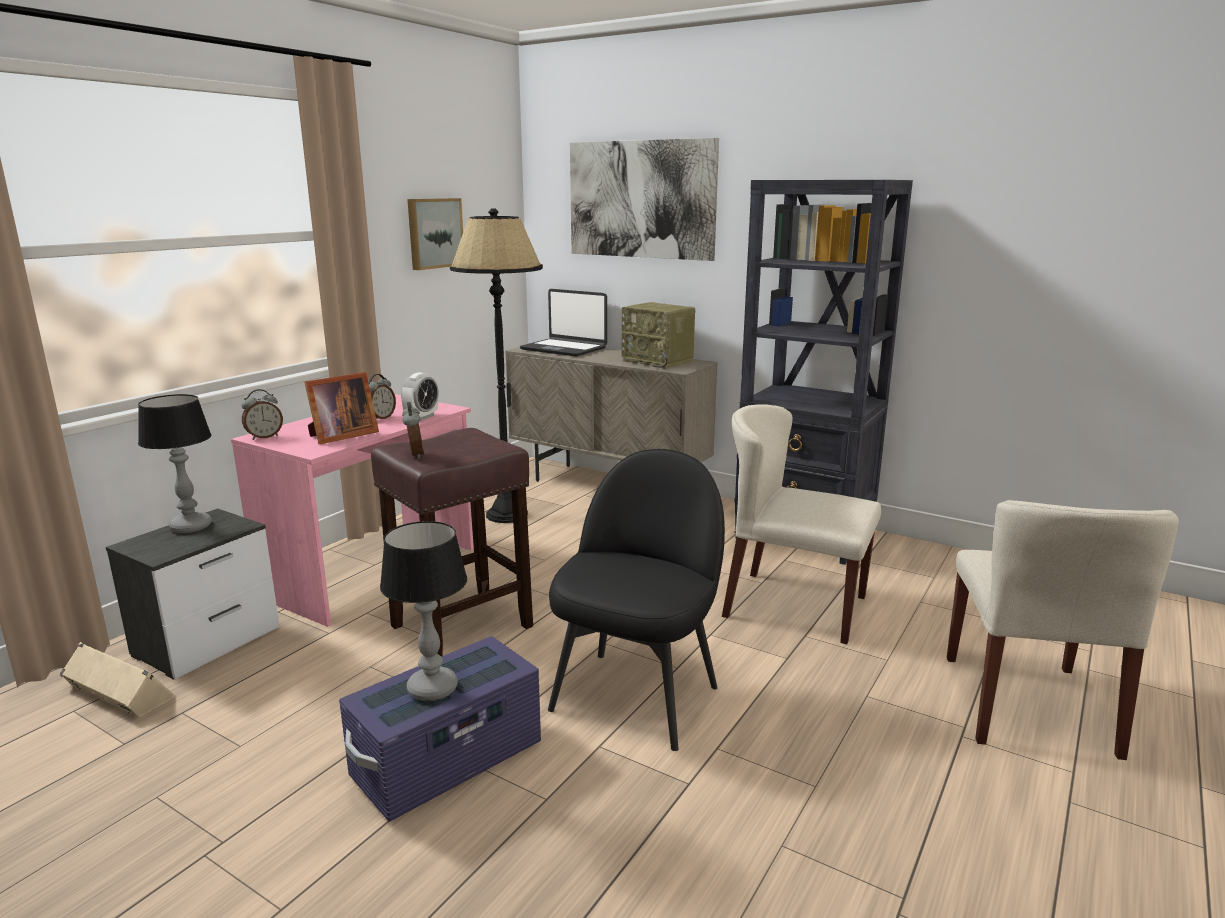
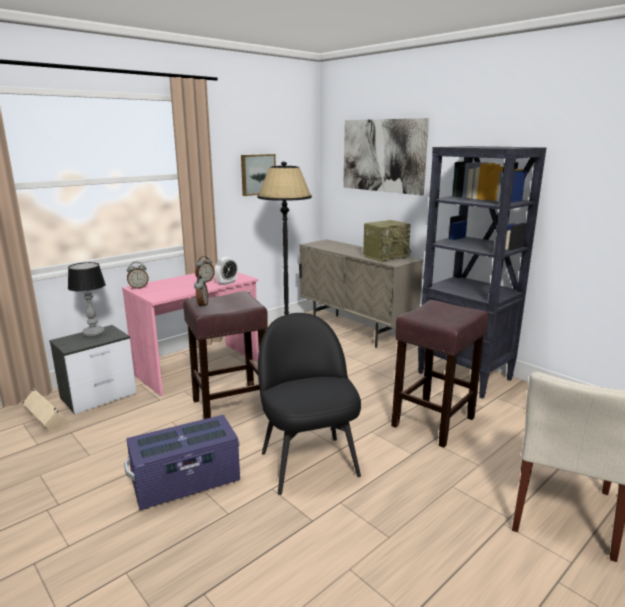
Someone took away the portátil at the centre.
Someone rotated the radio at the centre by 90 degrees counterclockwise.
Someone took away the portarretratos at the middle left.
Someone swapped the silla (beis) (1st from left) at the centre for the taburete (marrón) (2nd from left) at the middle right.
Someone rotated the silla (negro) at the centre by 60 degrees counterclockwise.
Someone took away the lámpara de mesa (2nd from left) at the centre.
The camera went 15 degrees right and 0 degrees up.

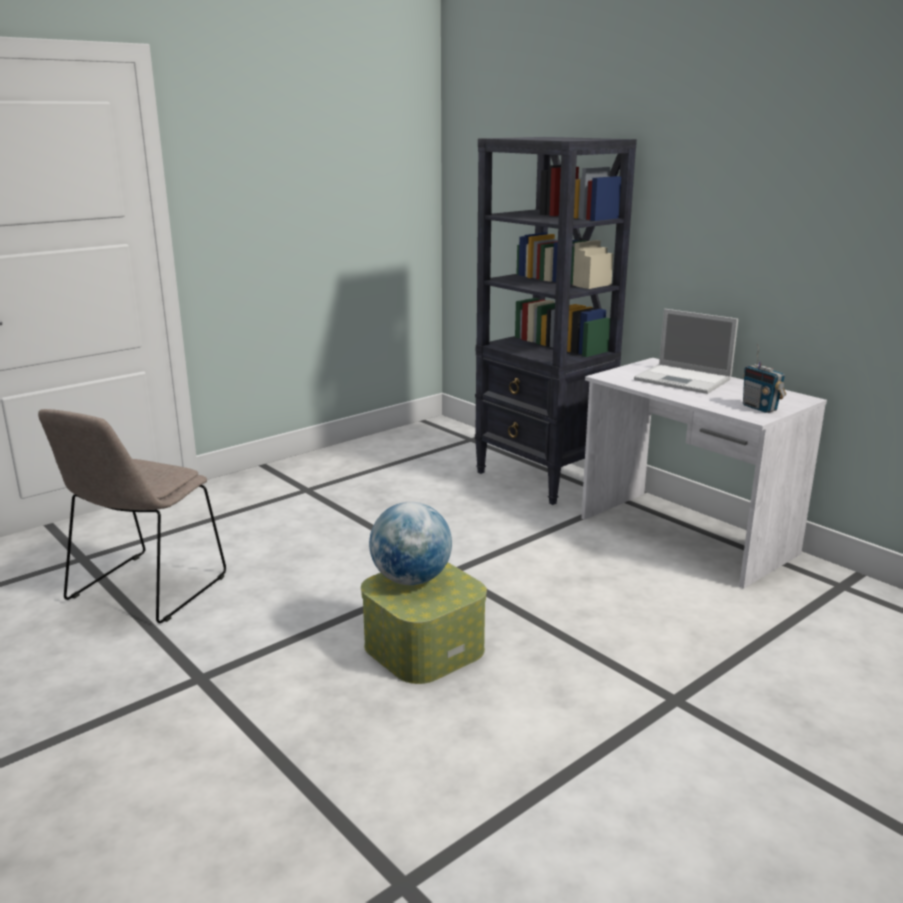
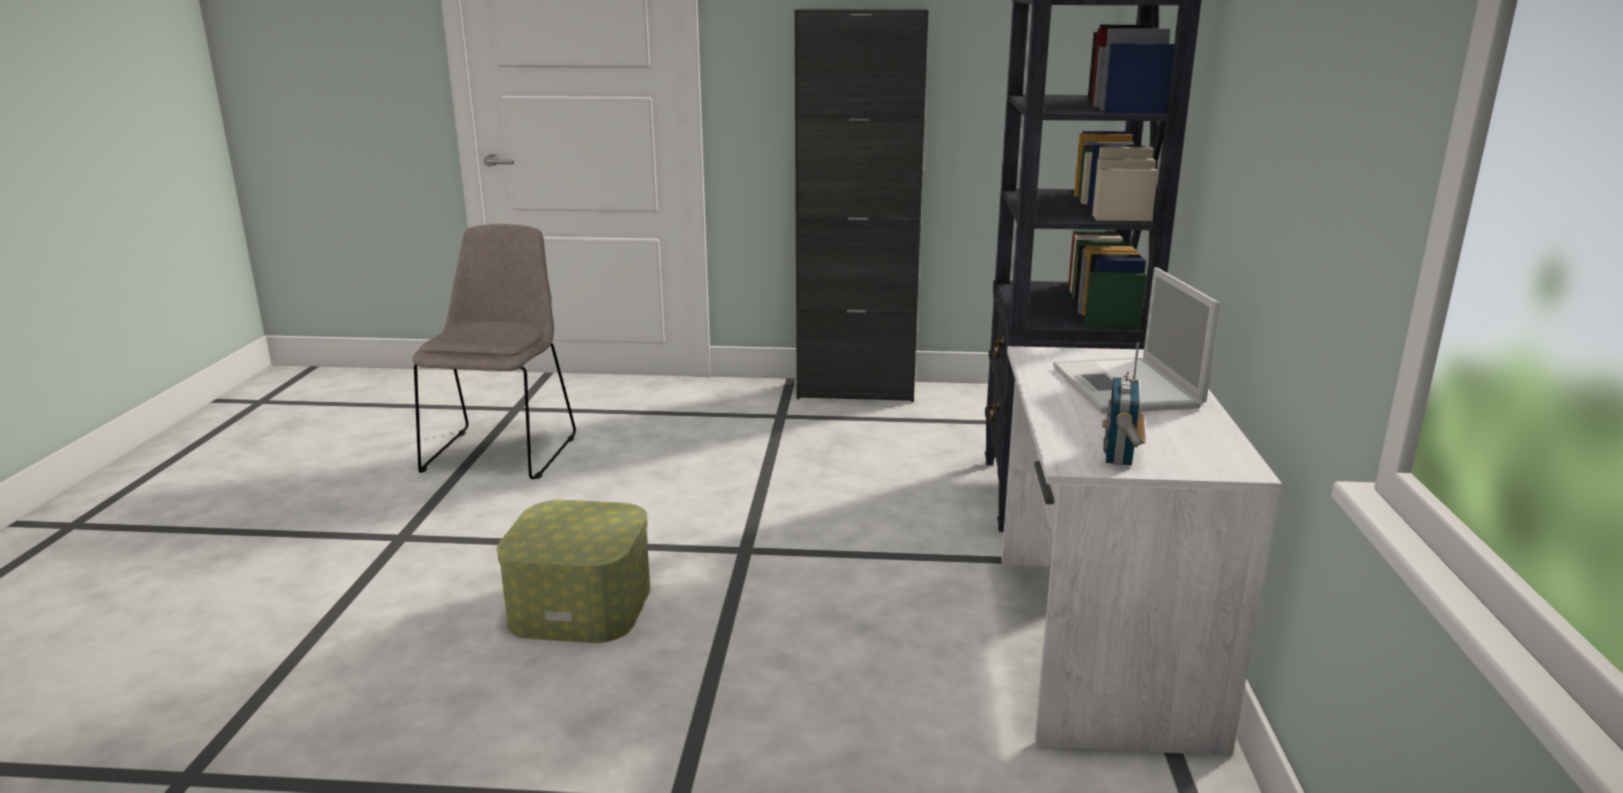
Someone rotated the silla (beis) at the middle left by 120 degrees clockwise.
Someone took away the globo terráqueo at the centre.
Someone put down the armario (negro) at the top centre.
The camera went 45 degrees right and 0 degrees up.

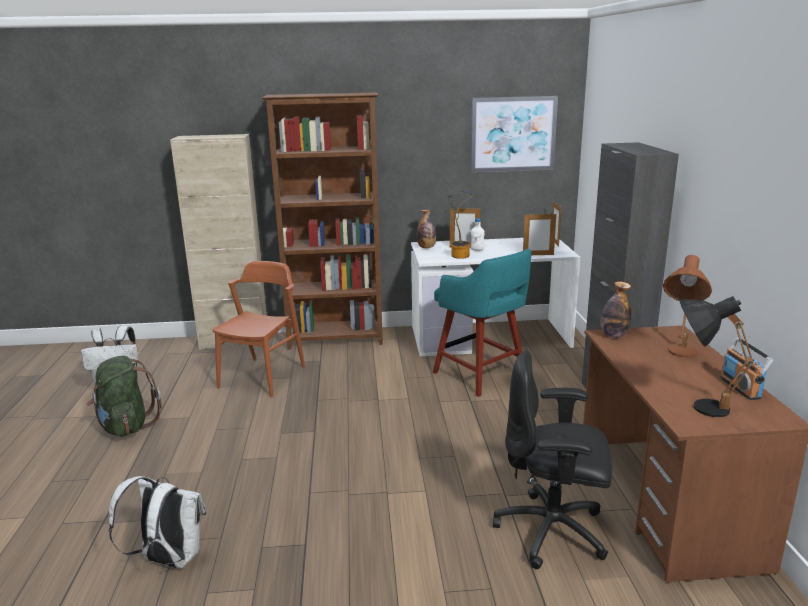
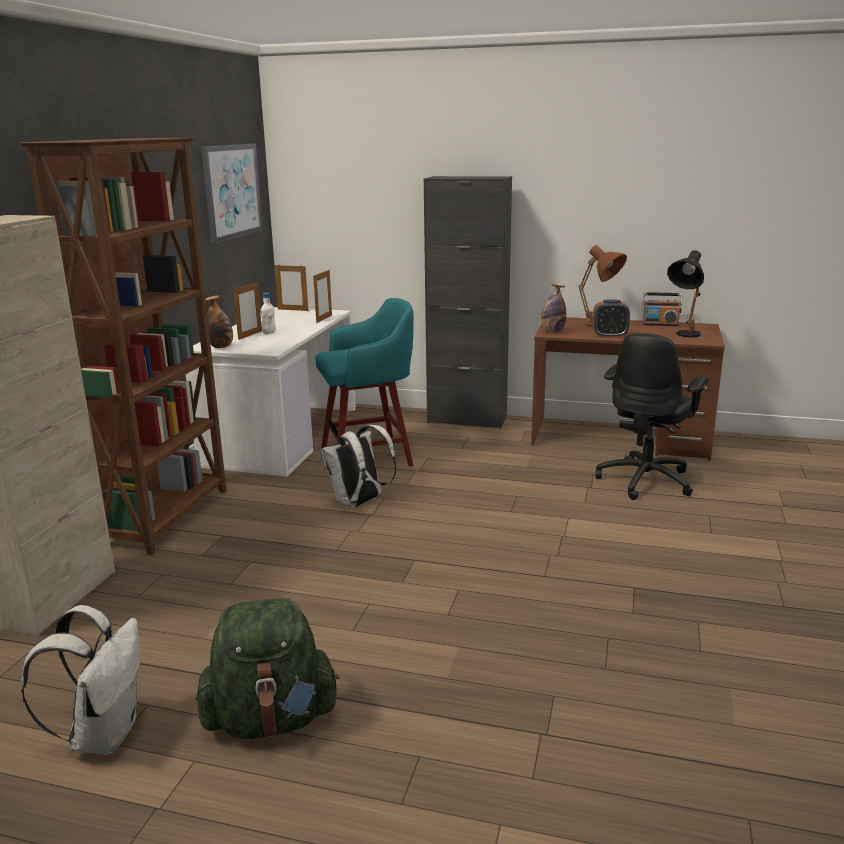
Someone took away the planta en maceta at the centre.
Someone took away the silla (marrón) at the middle left.
Someone carried the mochila (blanco) (2nd from left) from the bottom left to the centre.
Someone put down the despertador at the middle right.
The camera went 70 degrees left and 0 degrees up.

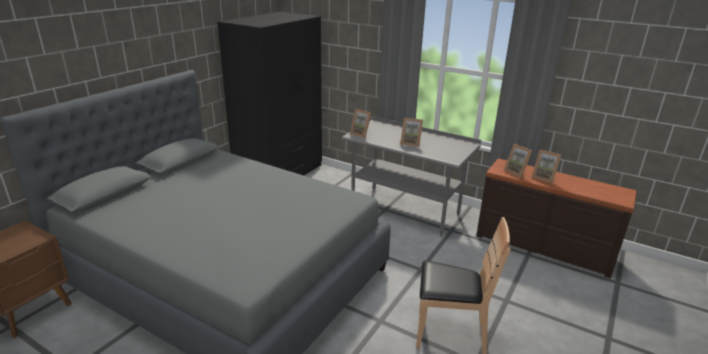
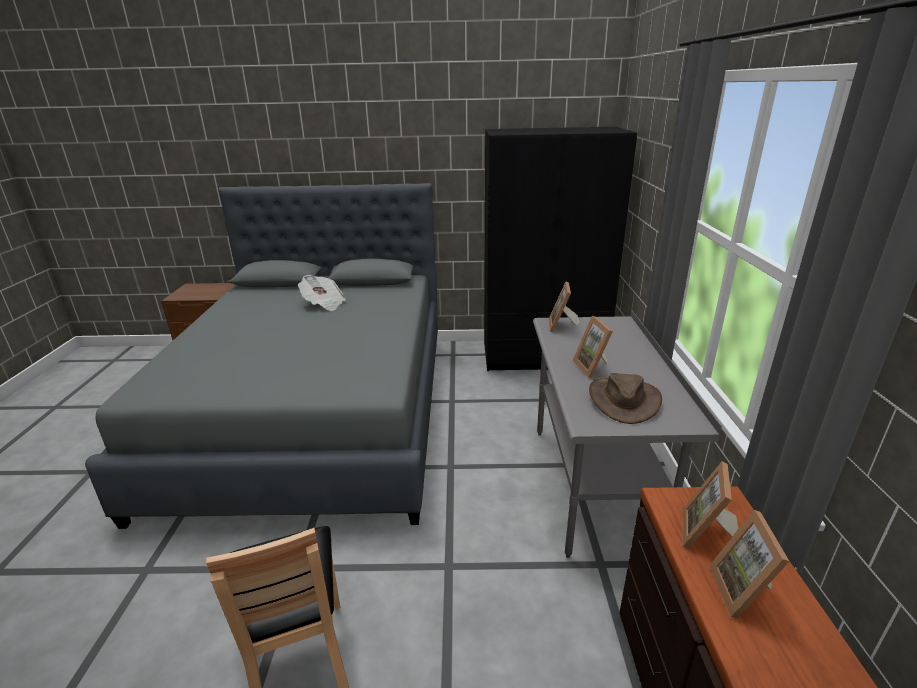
Someone put down the periódico at the centre.
Someone put down the sombrero (marrón) at the middle right.
The camera went 60 degrees right and 0 degrees up.

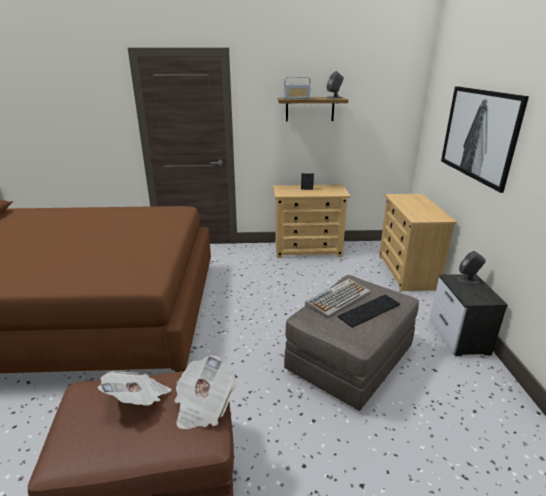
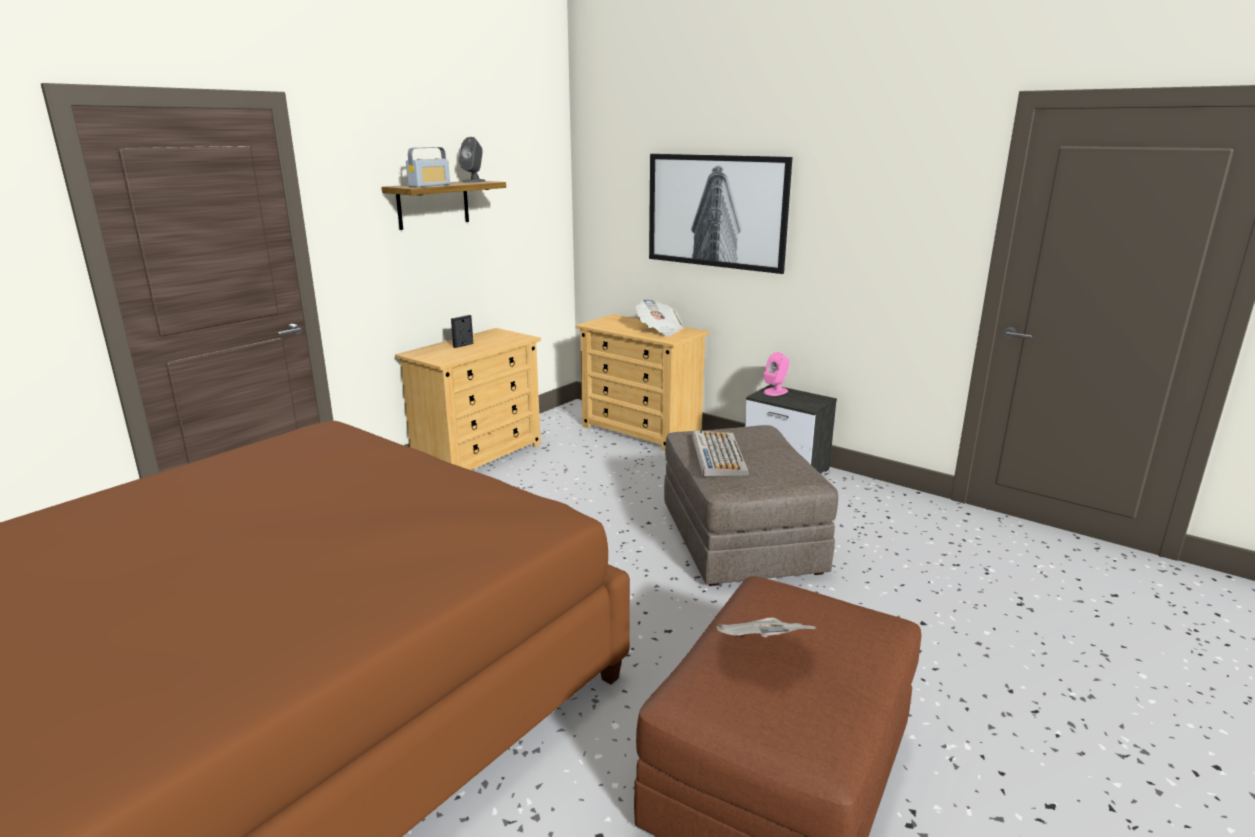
Someone repainted the altavoz (gris) (2nd from left) at the middle right, which became the altavoz (rosa) at the centre.
Someone took away the teclado (2nd from left) at the middle right.
Someone carried the periódico (2nd from left in the first image) from the bottom centre to the centre.
The camera went 50 degrees left and 5 degrees down.

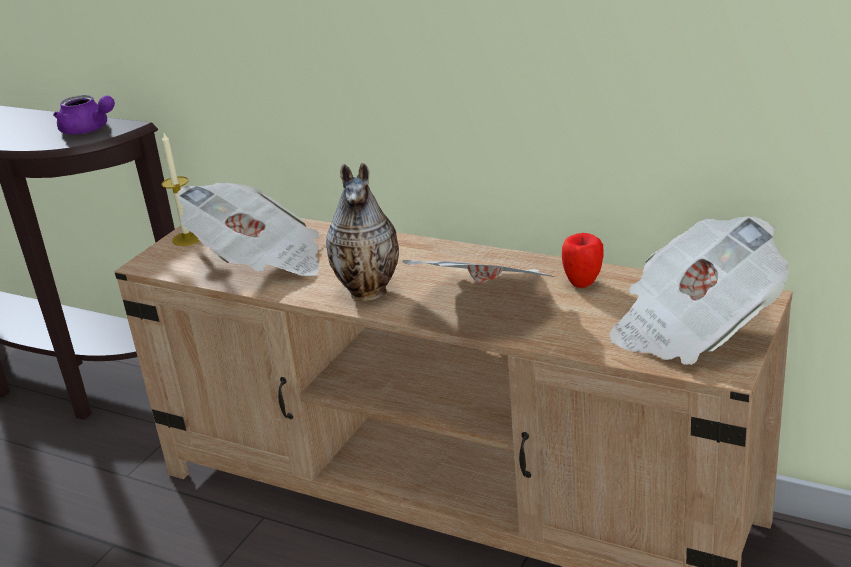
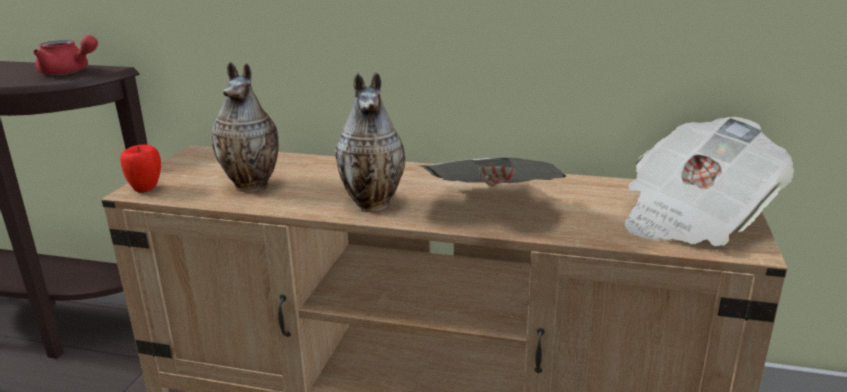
Someone repainted the tetera (morado) at the top left, which became the tetera (rojo) at the top left.
Someone took away the vela at the middle left.
Someone swapped the periódico (1st from left) at the middle left for the florero (1st from left) at the top left.
Someone carried the manzana from the middle right to the middle left.
The camera went 15 degrees left and 5 degrees down.

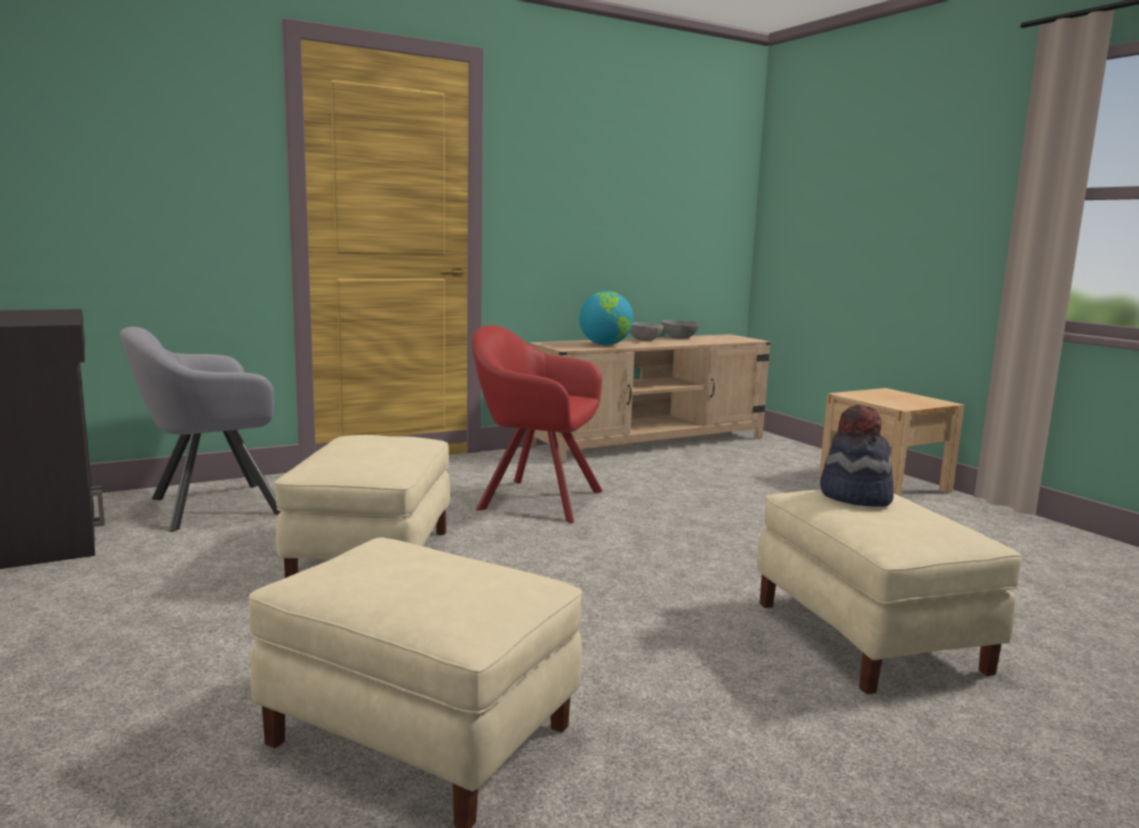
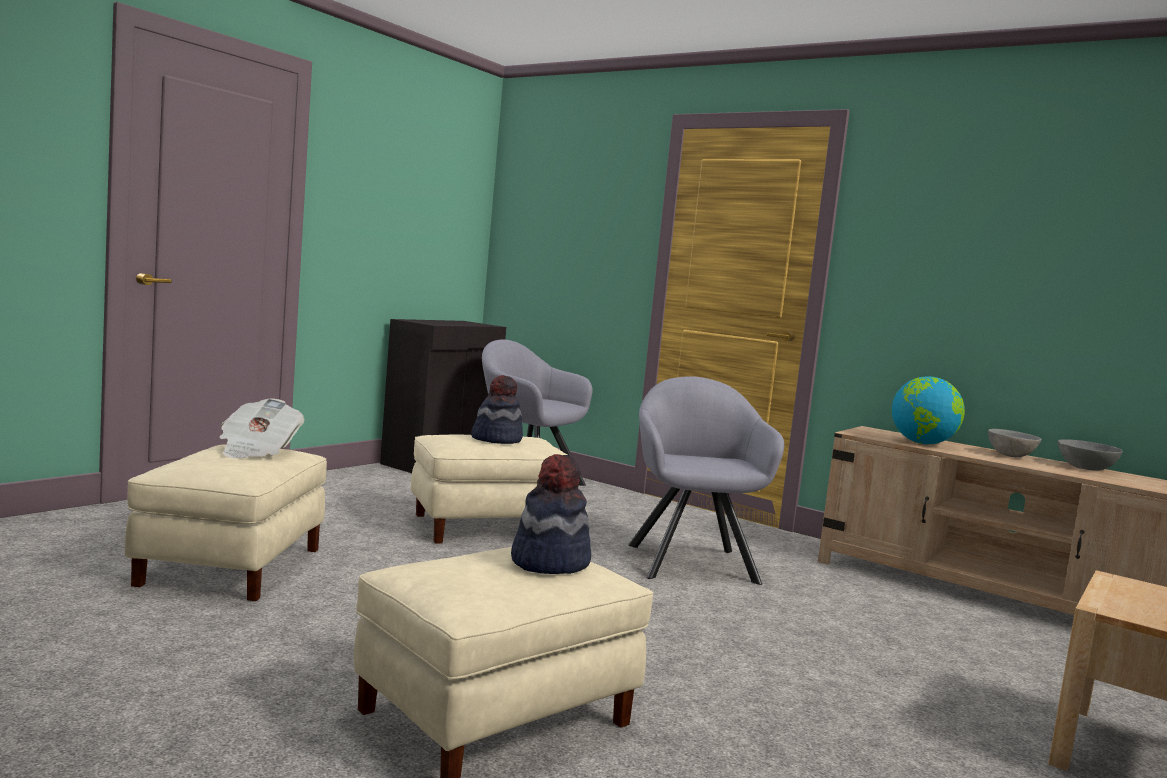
Someone repainted the sillón (rojo) at the centre, which became the sillón (gris) (2nd from left) at the centre.
Someone put down the sombrero (1st from left) at the centre.
Someone put down the periódico at the middle left.
The camera went 65 degrees right and 5 degrees down.

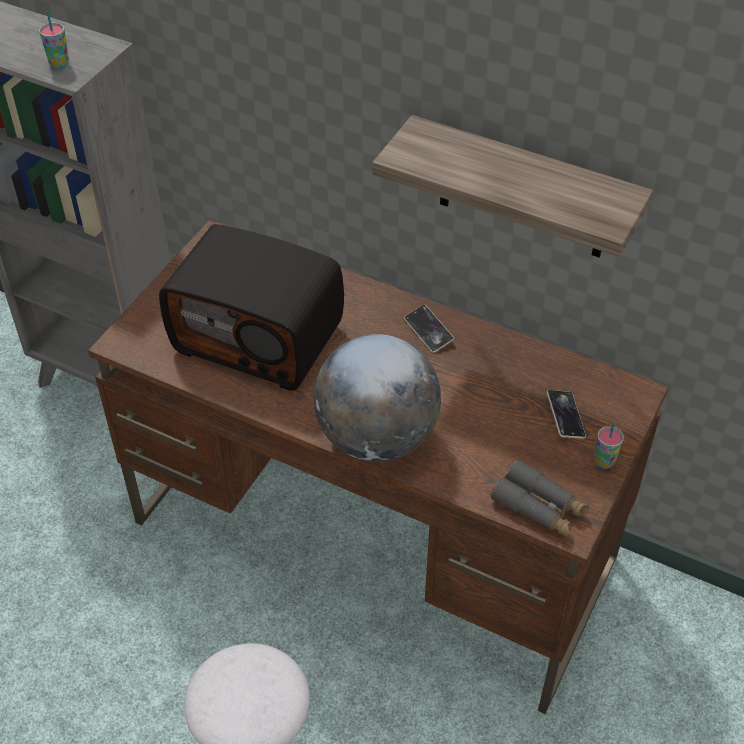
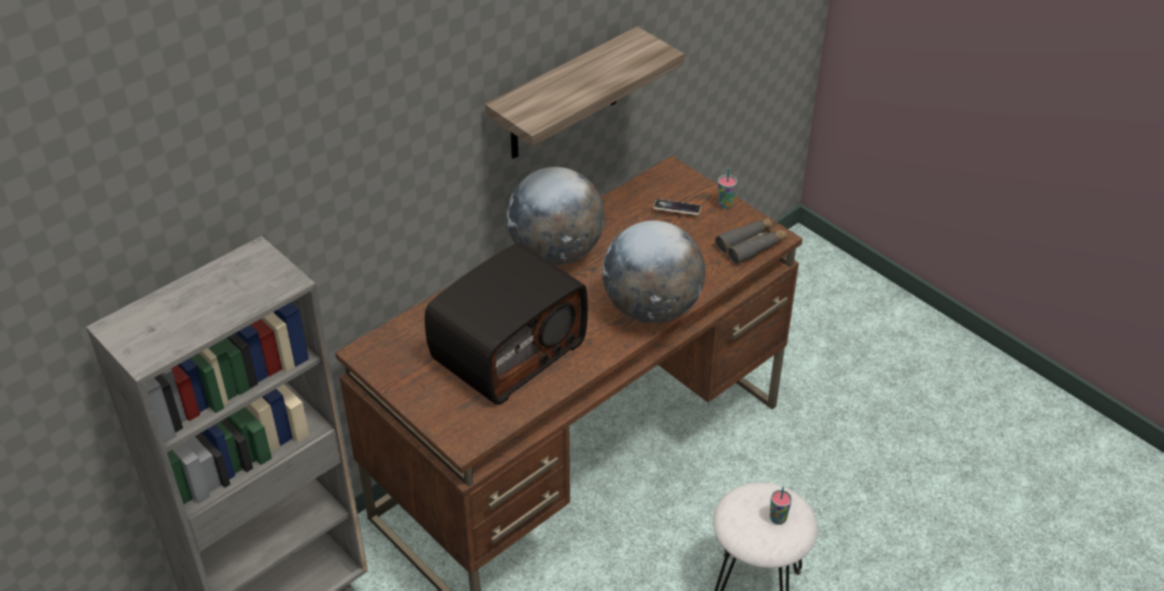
Someone carried the taza (1st from left in the first image) from the top left to the bottom right.
Someone swapped the móvil (1st from left) at the centre for the globo terráqueo (1st from left) at the centre.
The camera went 70 degrees left and 5 degrees down.

